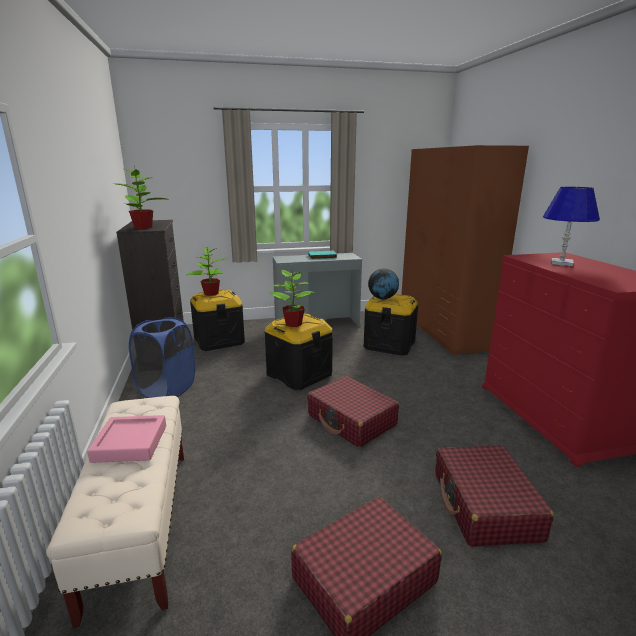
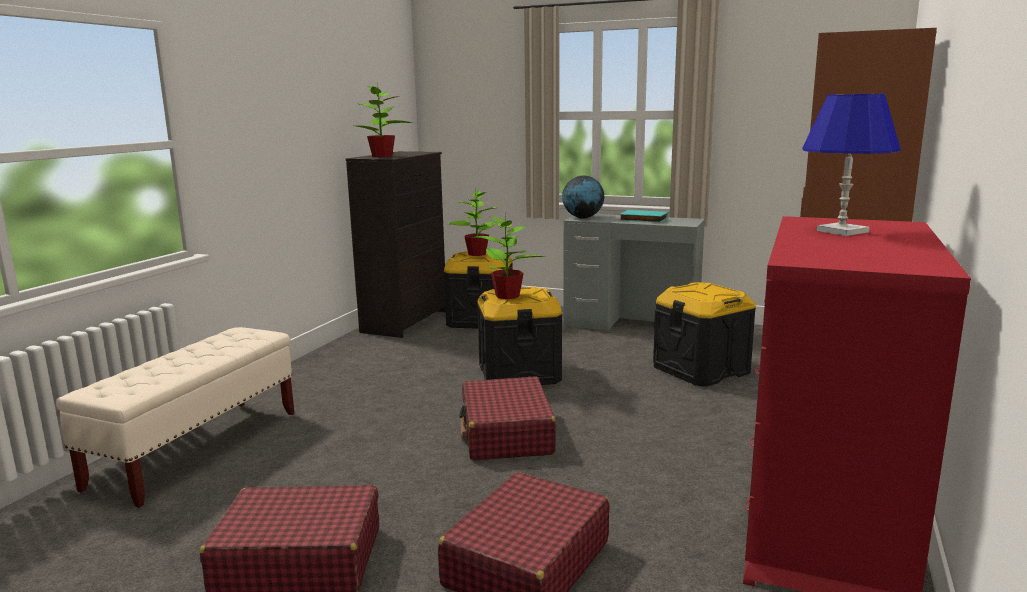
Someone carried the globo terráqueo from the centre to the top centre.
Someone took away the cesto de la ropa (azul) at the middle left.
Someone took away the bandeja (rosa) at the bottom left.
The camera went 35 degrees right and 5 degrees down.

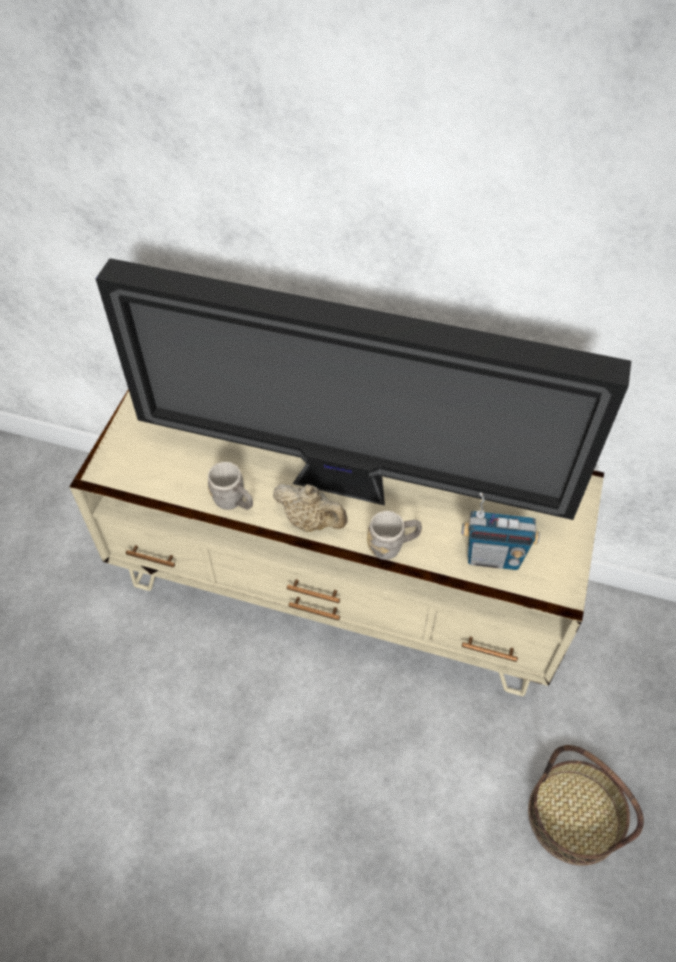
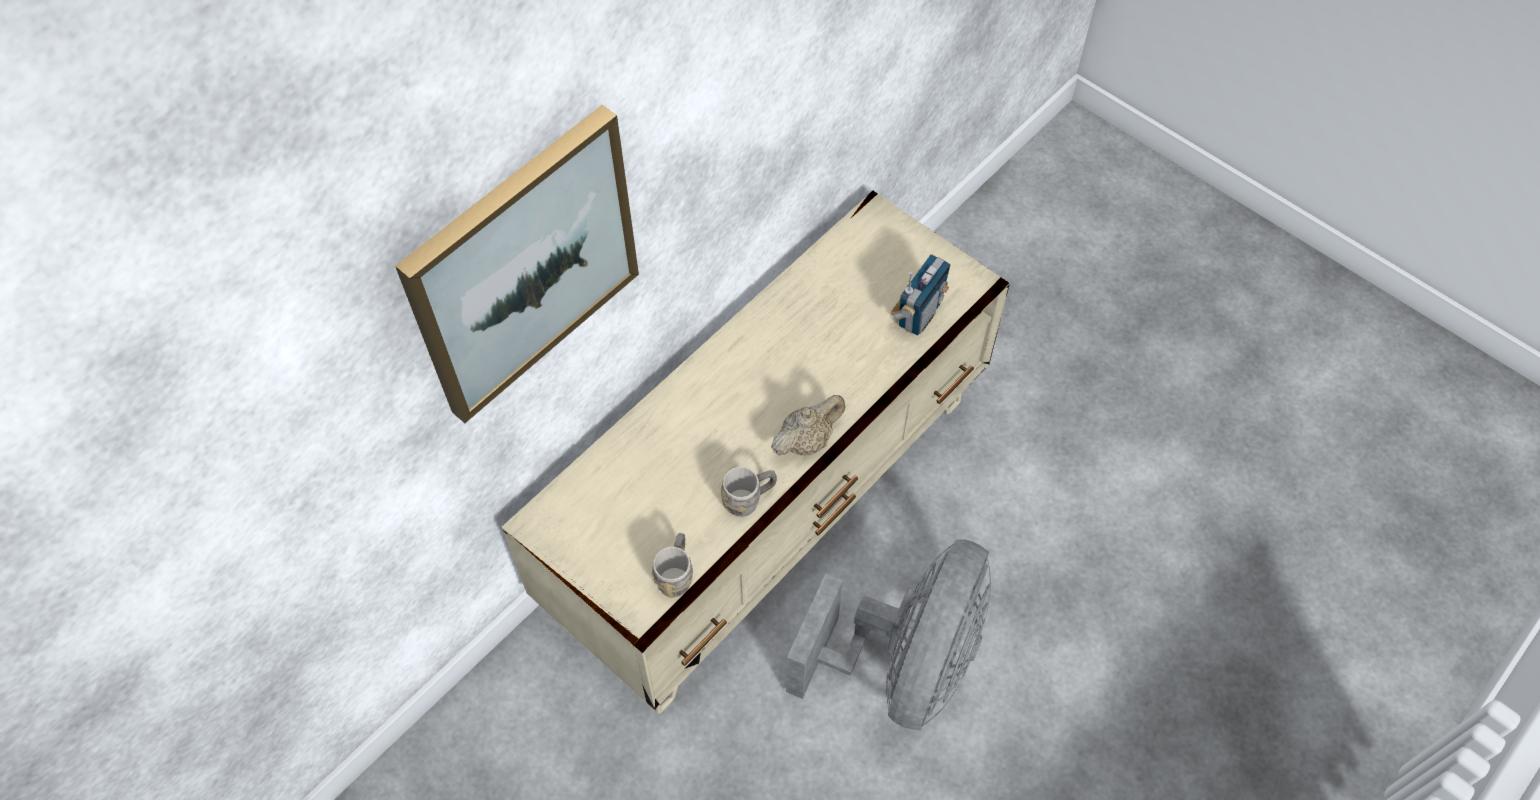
Someone took away the televisor at the centre.
Someone carried the taza grande (gris) (2nd from left in the first image) from the centre to the bottom centre.
Someone took away the cesta at the bottom right.
Someone put up the cuadro at the top centre.
Someone put down the ventilador (gris) at the bottom centre.
The camera went 65 degrees left and 5 degrees up.

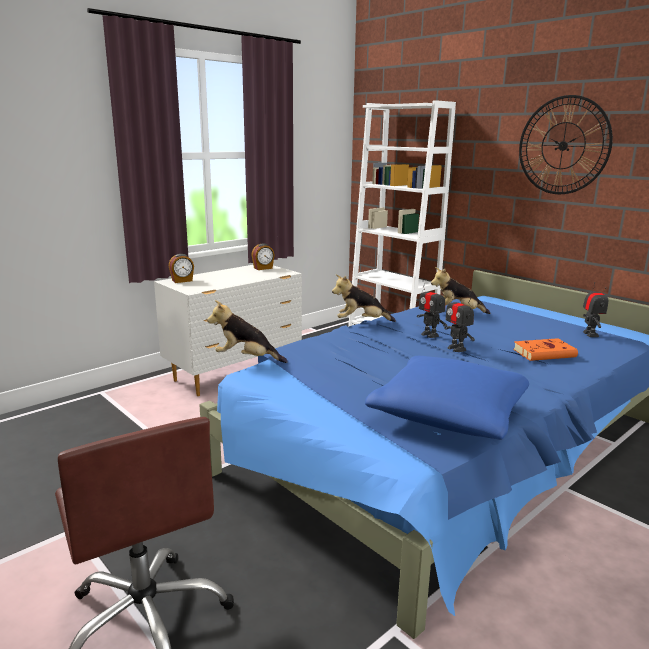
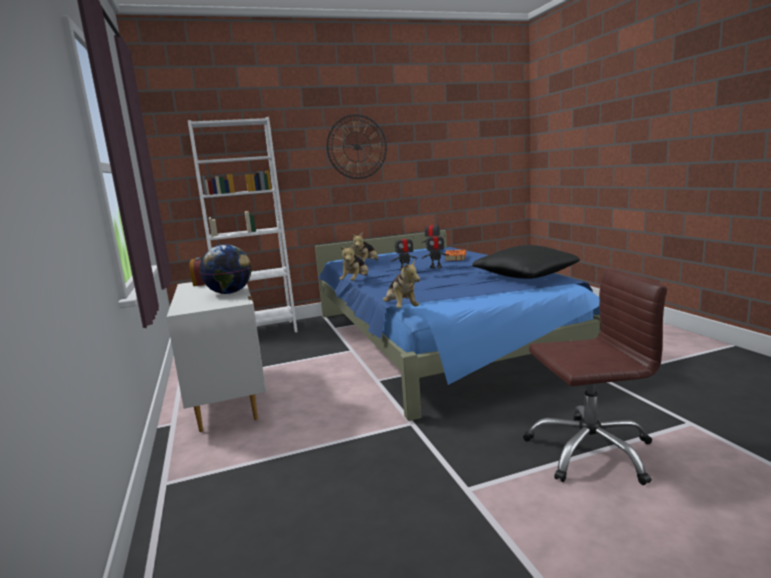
Someone took away the despertador (1st from left) at the middle left.
Someone rotated the peluche (1st from left in the first image) at the centre by 60 degrees counterclockwise.
Someone repainted the cojín (azul) at the middle right, which became the cojín (negro) at the middle right.
Someone put down the globo terráqueo at the middle left.
The camera went 65 degrees left and 5 degrees down.

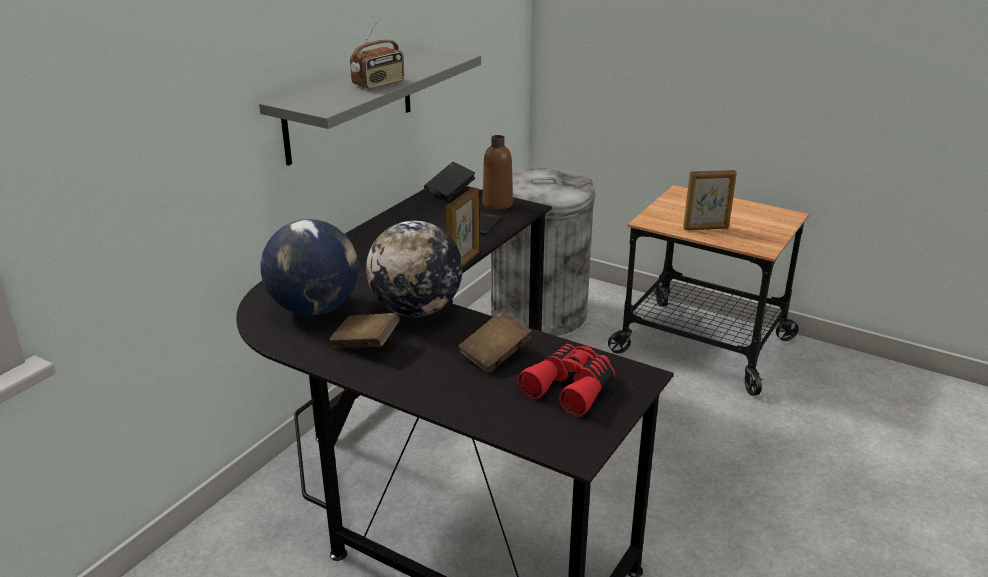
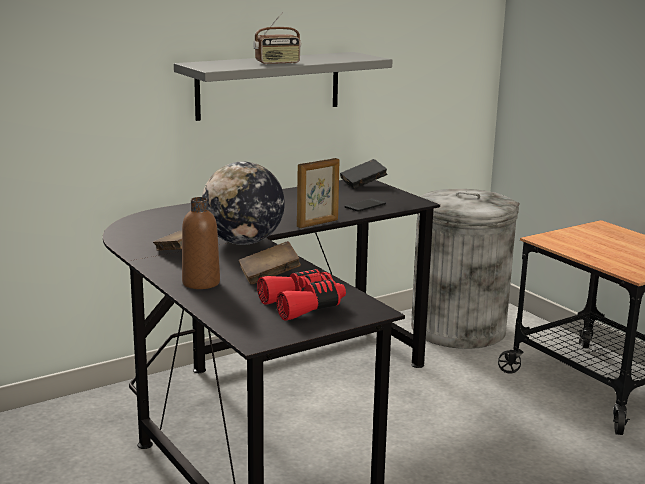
Someone carried the botella (marrón) from the top centre to the middle left.
Someone took away the portarretratos (2nd from left) at the middle right.
Someone took away the globo terráqueo (1st from left) at the middle left.
The camera went 25 degrees right and 10 degrees down.

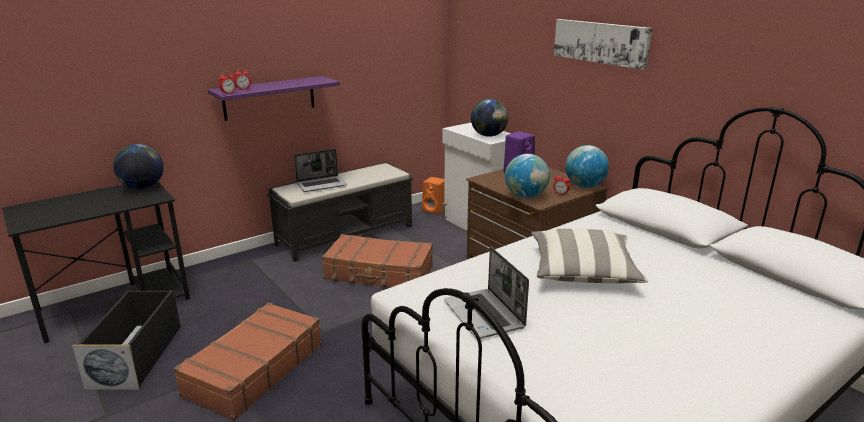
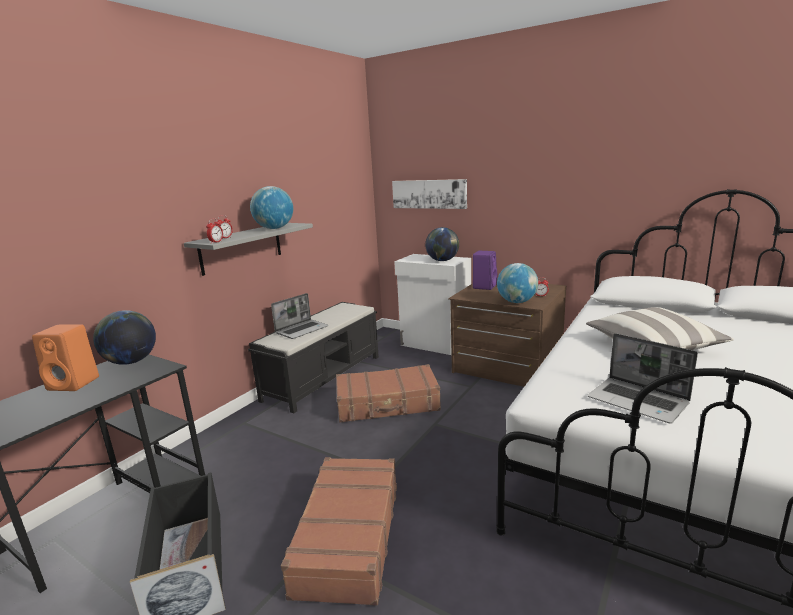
Someone carried the cuadro from the top right to the top centre.
Someone repainted the estante (morado) at the top left, which became the estante (gris) at the middle left.
Someone carried the globo terráqueo (4th from left in the first image) from the middle right to the centre.
Someone carried the altavoz (naranja) from the centre to the middle left.
The camera went 20 degrees left and 5 degrees down.

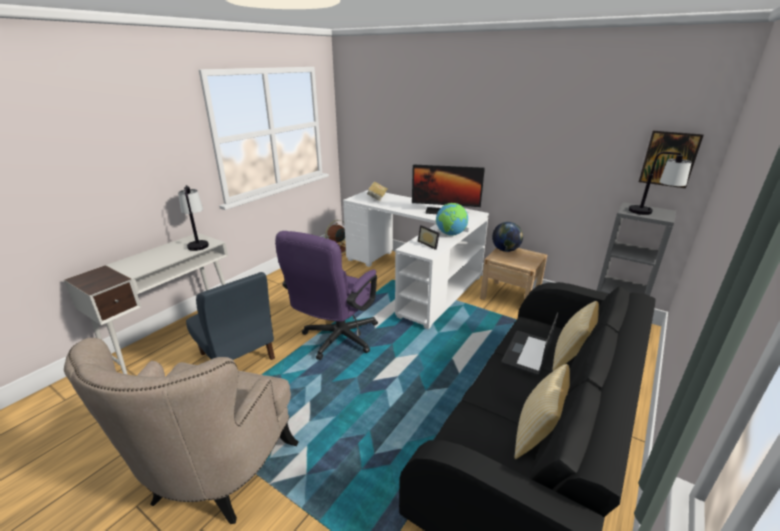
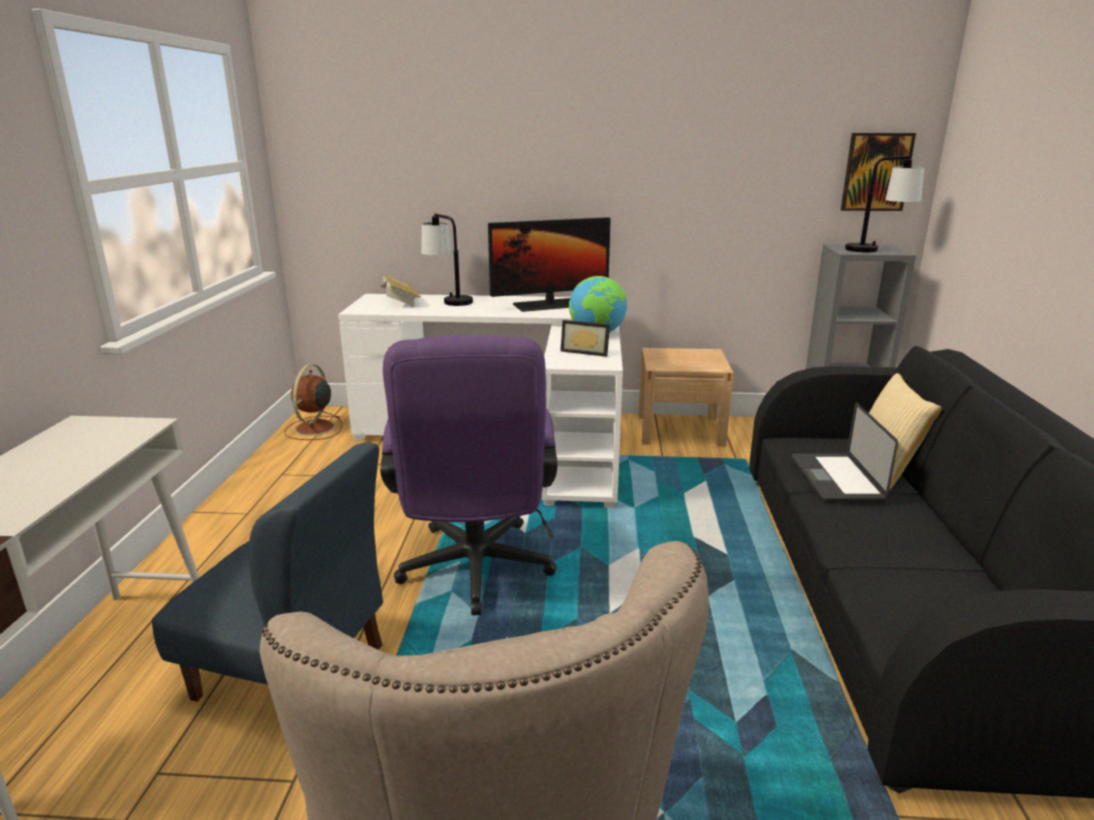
Someone carried the lámpara de mesa (1st from left) from the middle left to the top centre.
Someone took away the globo terráqueo (2nd from left) at the centre.
Someone took away the cojín (1st from left) at the bottom right.
The camera went 30 degrees left and 5 degrees down.

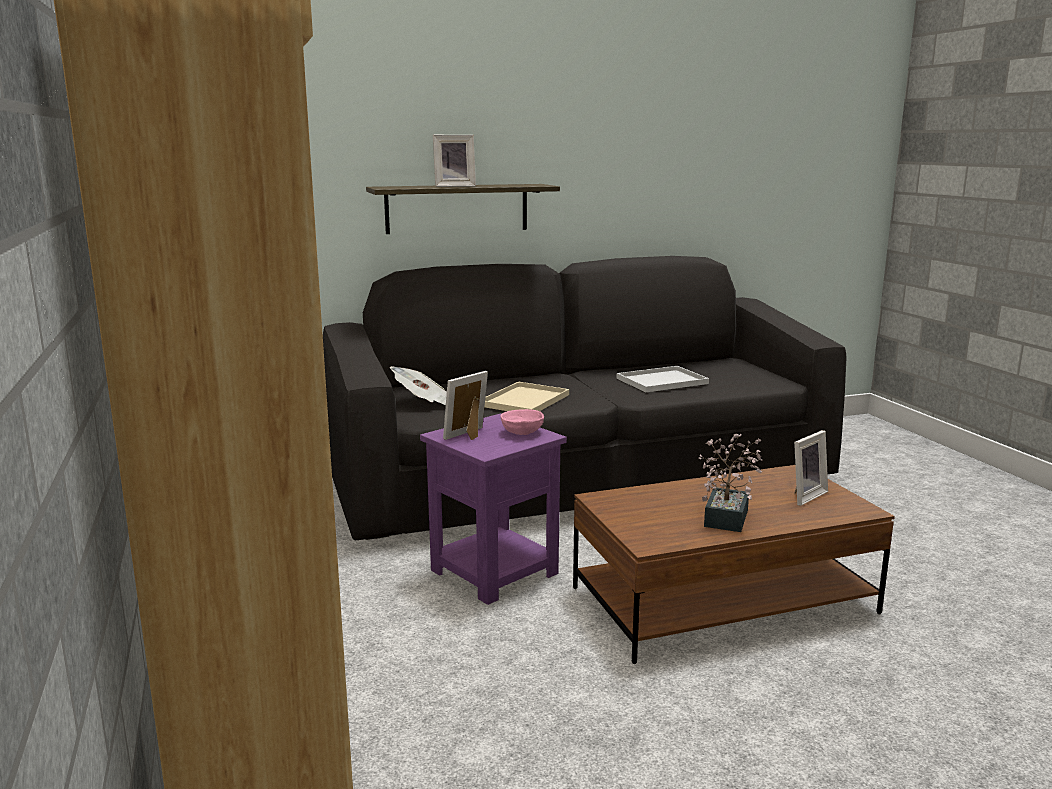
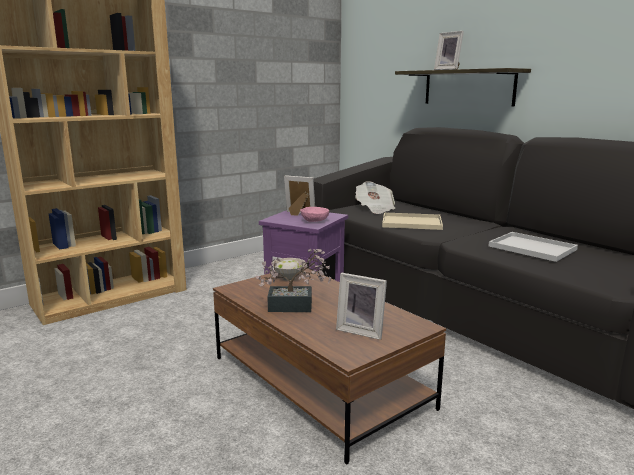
Someone put down the cuenco (blanco) at the centre.
The camera went 70 degrees right and 0 degrees up.

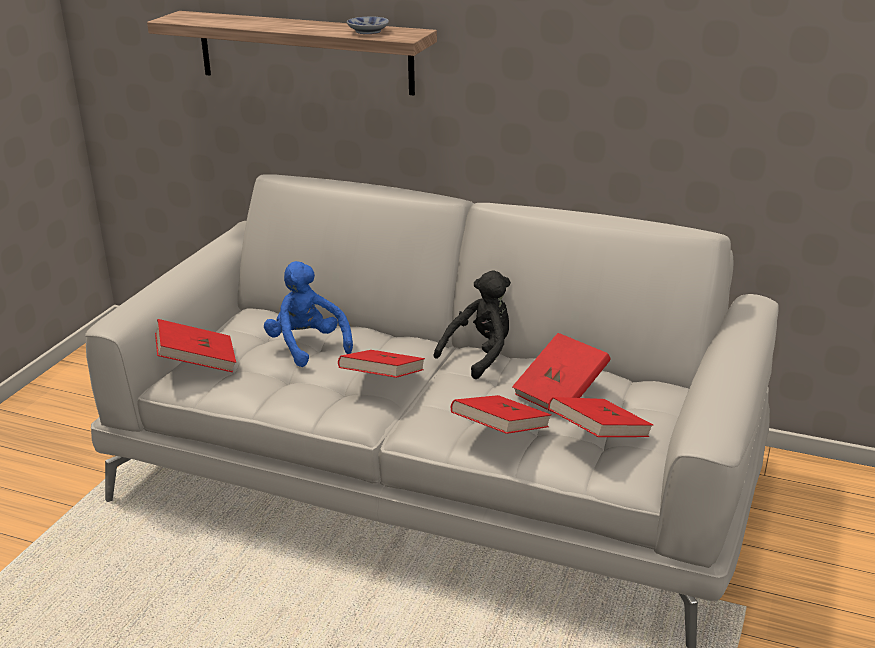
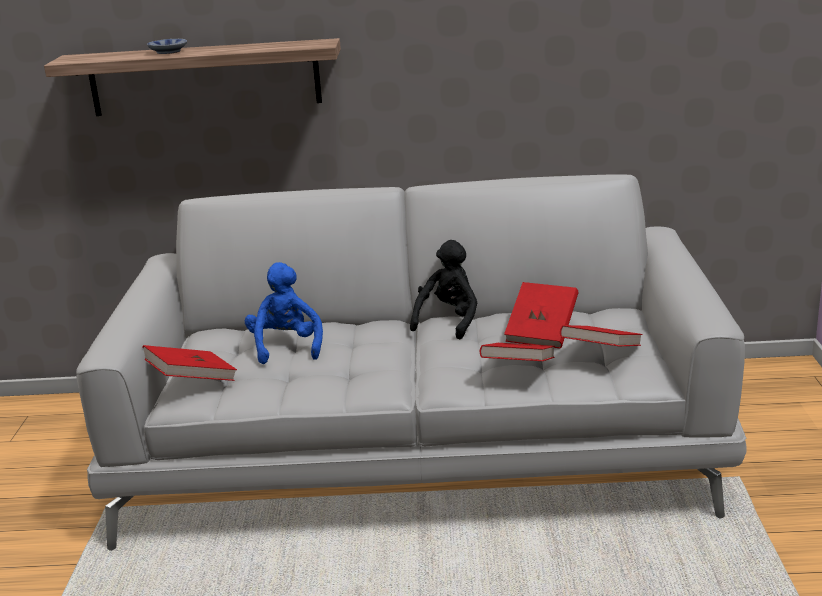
Someone carried the cuenco from the top centre to the top left.
Someone rotated the peluche (azul) at the centre by 45 degrees clockwise.
Someone took away the libro (rojo) (2nd from left) at the centre.
The camera went 20 degrees left and 5 degrees down.

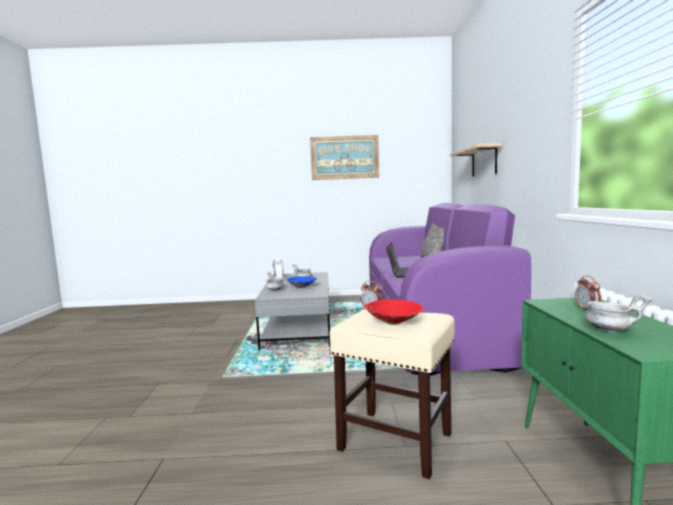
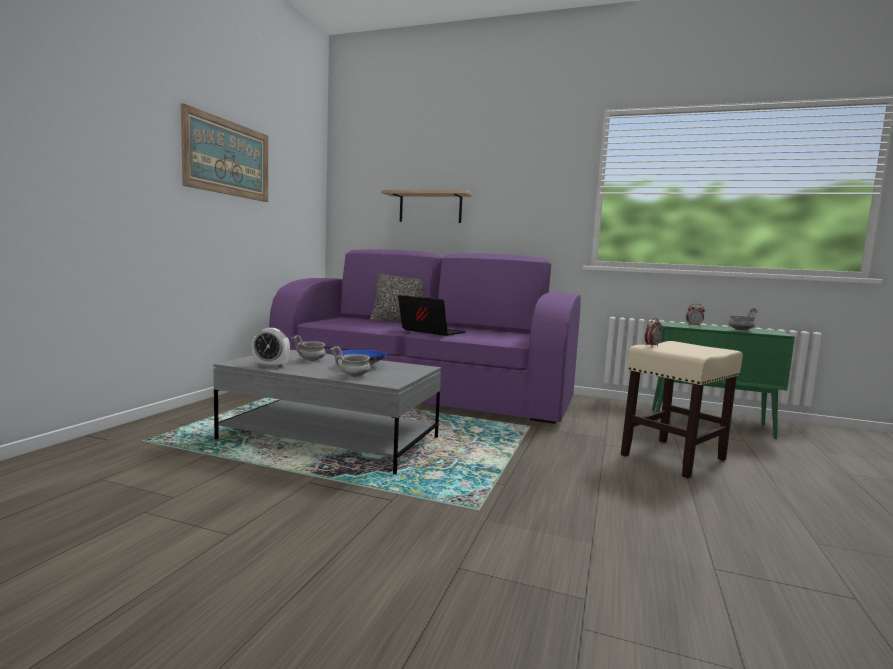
Someone took away the cuenco (rojo) at the centre.
The camera went 70 degrees left and 0 degrees up.

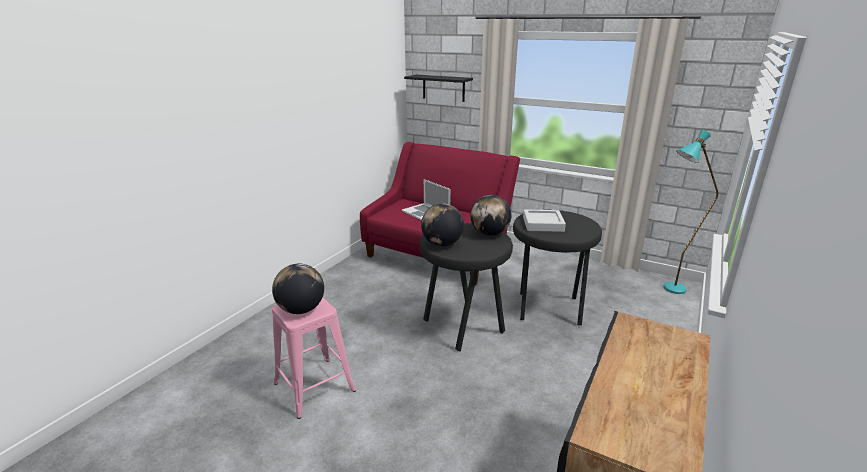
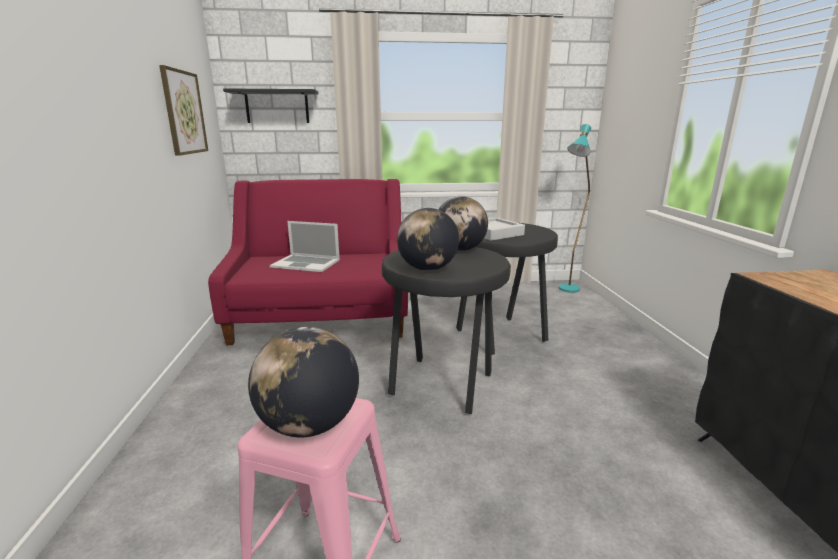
Someone put up the cuadro at the top left.
The camera went 35 degrees left and 5 degrees down.

